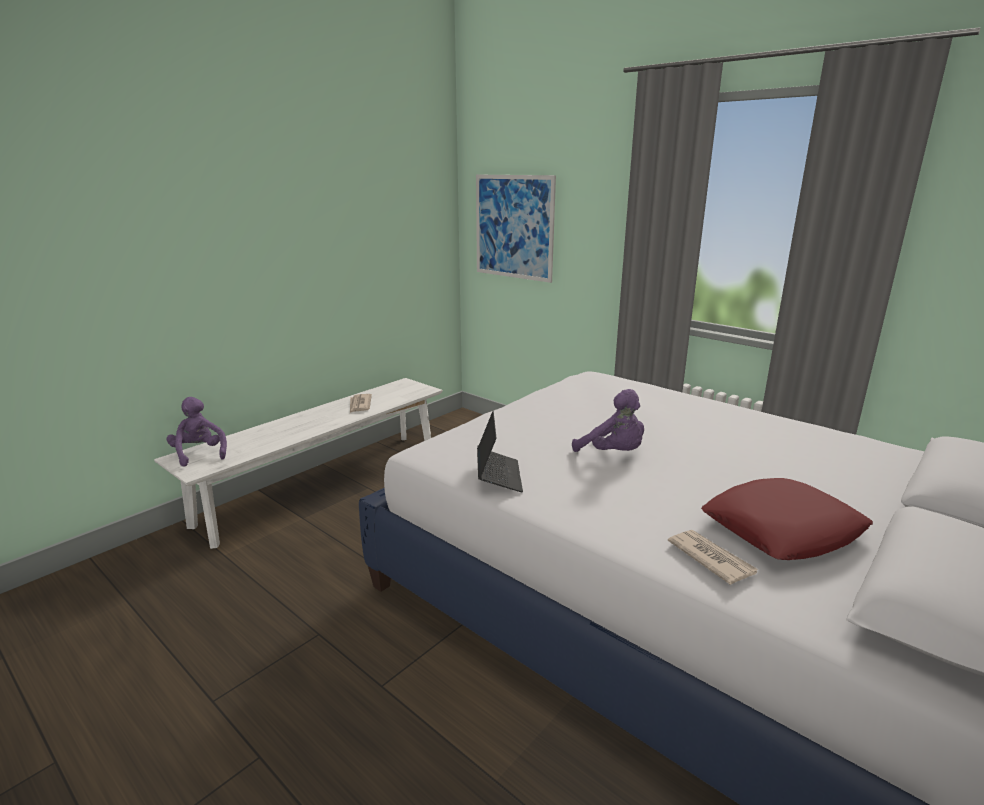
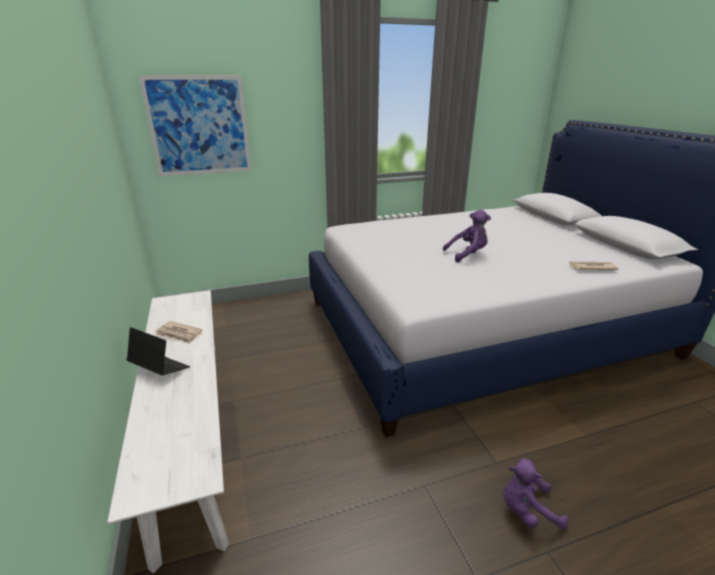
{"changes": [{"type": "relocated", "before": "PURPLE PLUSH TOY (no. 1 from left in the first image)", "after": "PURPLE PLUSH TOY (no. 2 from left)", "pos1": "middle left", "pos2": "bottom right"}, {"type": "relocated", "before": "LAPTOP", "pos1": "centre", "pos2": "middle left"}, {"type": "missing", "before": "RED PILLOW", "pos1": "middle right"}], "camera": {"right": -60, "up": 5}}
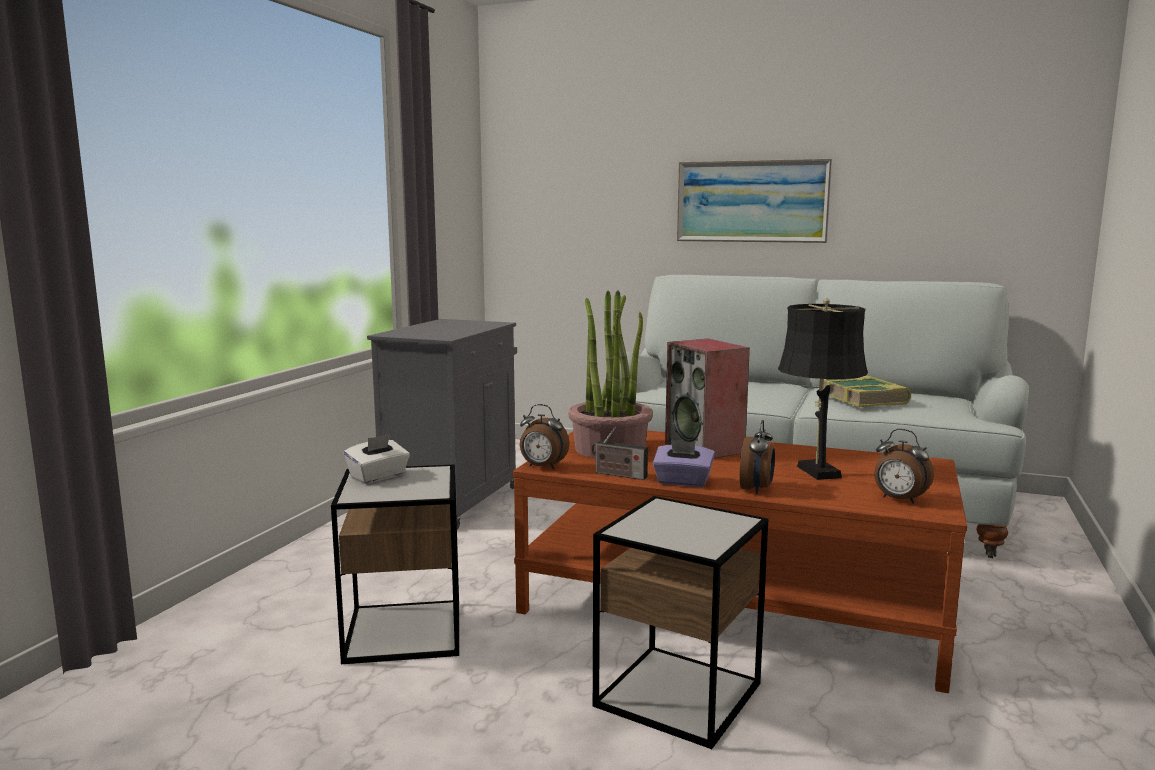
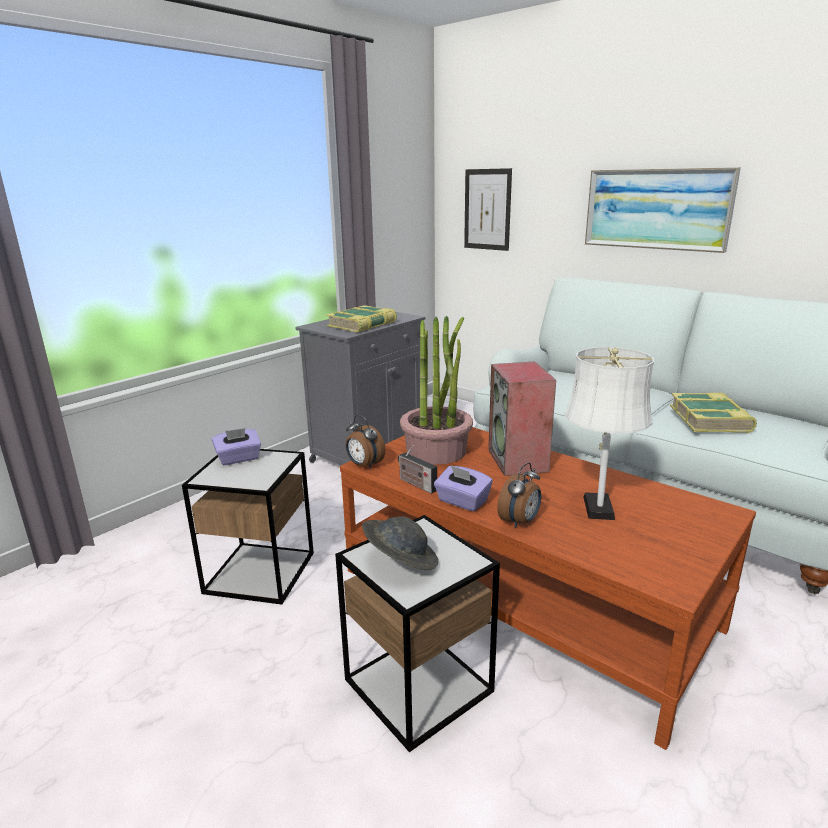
{"changes": [{"type": "colour", "before": "WHITE TISSUE BOX", "after": "PURPLE TISSUE BOX (no. 1 from left)", "pos1": "middle left", "pos2": "middle left"}, {"type": "colour", "before": "BLACK TABLE LAMP", "after": "WHITE TABLE LAMP", "pos1": "middle right", "pos2": "middle right"}, {"type": "missing", "before": "ALARM CLOCK (no. 3 from left)", "pos1": "middle right"}, {"type": "appeared", "after": "BOOK (no. 1 from left)", "pos2": "centre"}, {"type": "appeared", "after": "GREY HAT", "pos2": "centre"}, {"type": "appeared", "after": "PICTURE (no. 1 from left)", "pos2": "top centre"}], "camera": {"right": 20, "up": 10}}
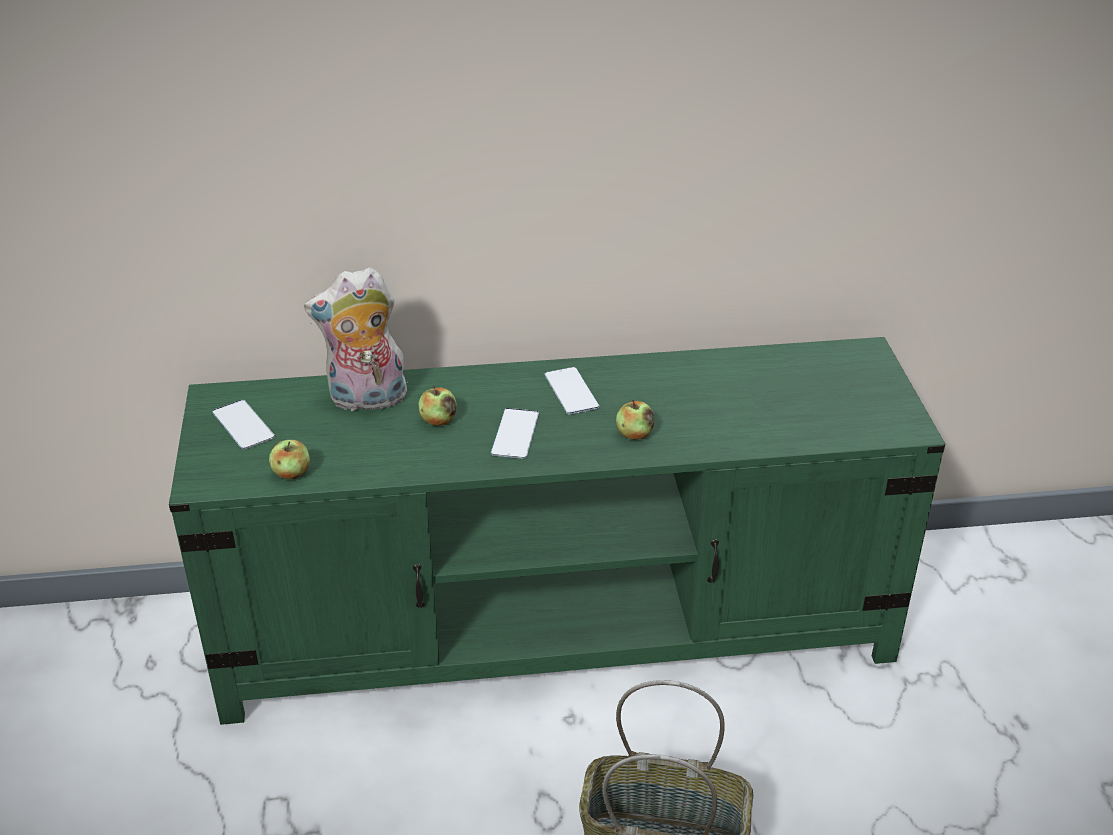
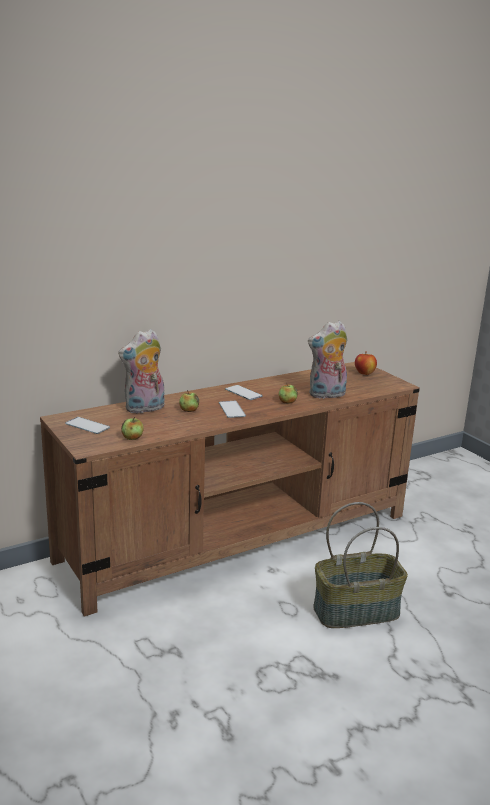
{"changes": [{"type": "colour", "before": "GREEN TV STAND", "after": "BROWN TV STAND", "pos1": "centre", "pos2": "centre"}, {"type": "appeared", "after": "PLUSH TOY (no. 2 from left)", "pos2": "middle right"}, {"type": "appeared", "after": "APPLE (no. 4 from left)", "pos2": "middle right"}], "camera": {"right": -25, "up": -15}}
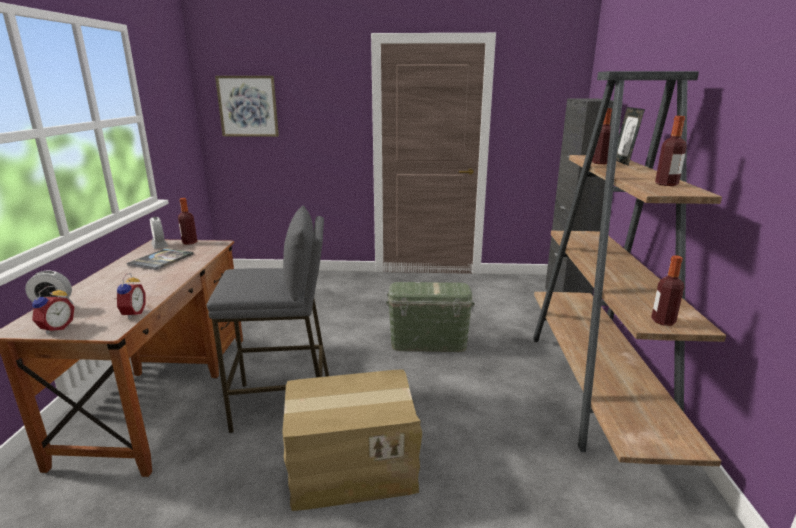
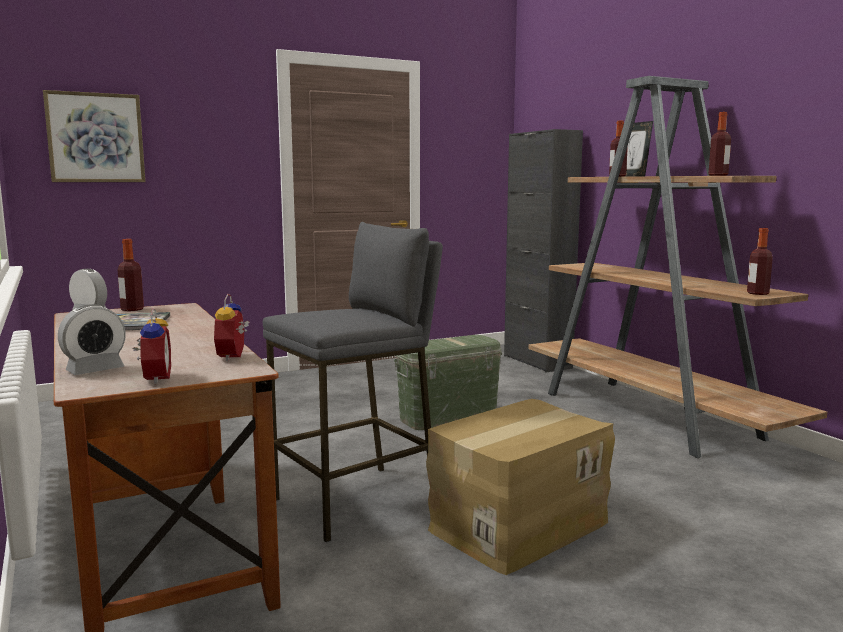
{"changes": [{"type": "spun", "before": "ALARM CLOCK (no. 3 from left in the first image)", "pos1": "middle left", "pos2": "middle left", "turn": -150}], "camera": {"right": -30, "up": -10}}
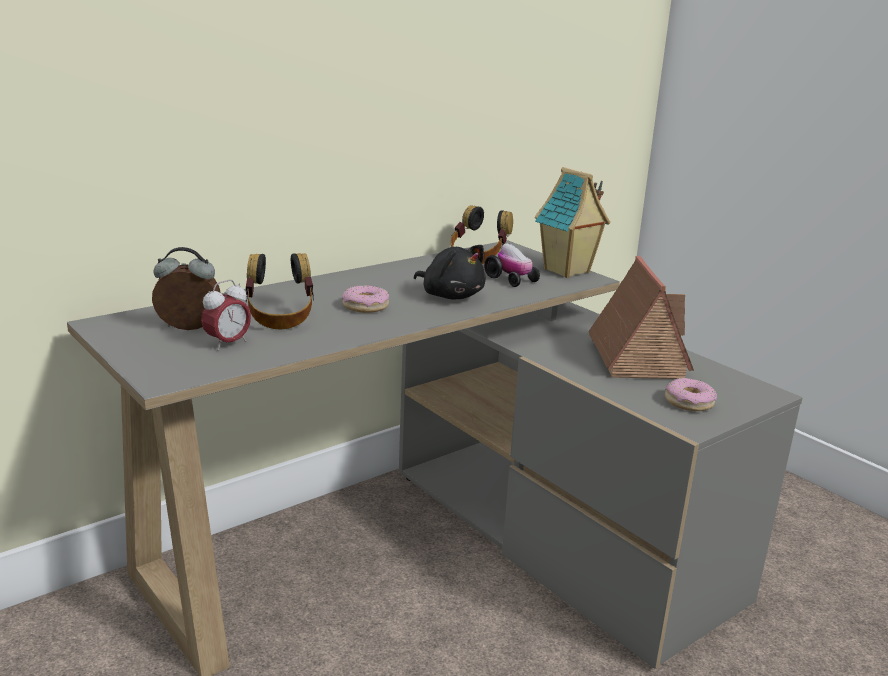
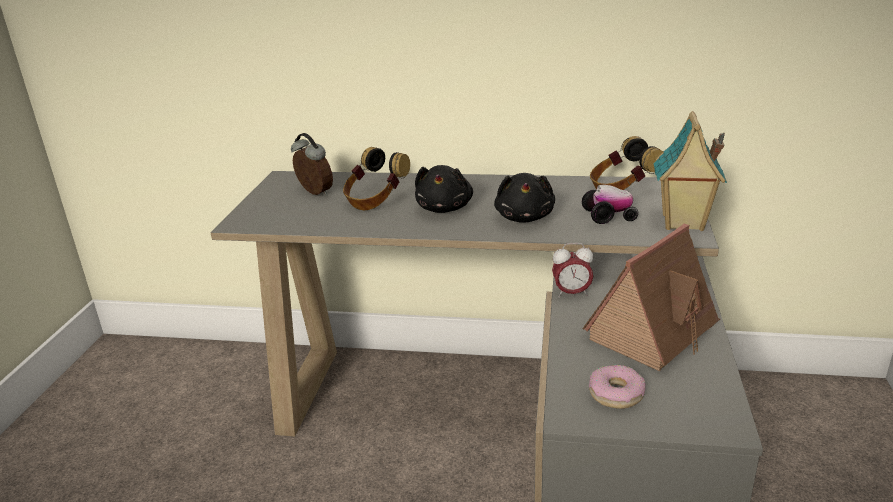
{"changes": [{"type": "relocated", "before": "ALARM CLOCK (no. 2 from left)", "pos1": "middle left", "pos2": "centre"}, {"type": "exchanged", "before": "DONUT (no. 1 from left)", "after": "BLACK PLUSH TOY (no. 1 from left)", "pos1": "centre", "pos2": "centre"}, {"type": "spun", "before": "TOY CAR", "pos1": "centre", "pos2": "middle right", "turn": -105}], "camera": {"right": 50, "up": 5}}
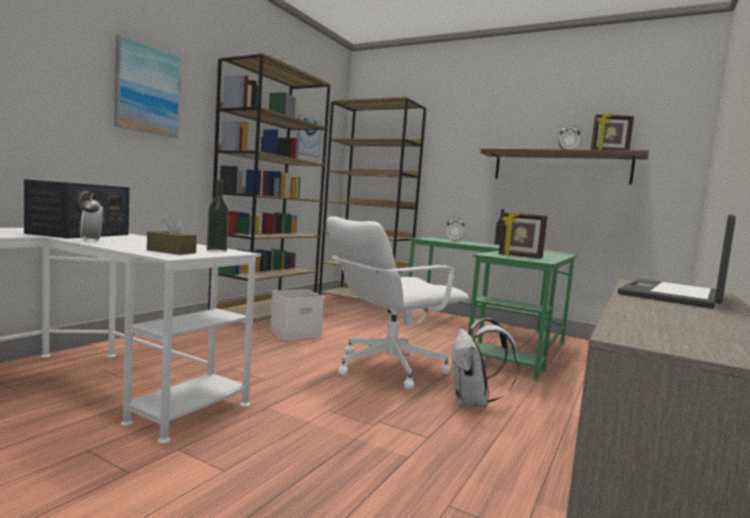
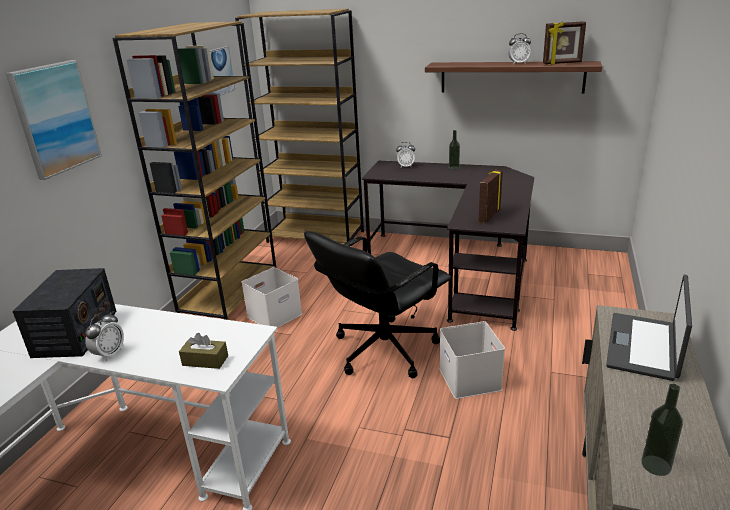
{"changes": [{"type": "spun", "before": "ALARM CLOCK (no. 1 from left)", "pos1": "middle left", "pos2": "middle left", "turn": -120}, {"type": "relocated", "before": "BOTTLE (no. 1 from left in the first image)", "after": "BOTTLE (no. 2 from left)", "pos1": "middle left", "pos2": "bottom right"}, {"type": "colour", "before": "WHITE OFFICE CHAIR", "after": "BLACK OFFICE CHAIR", "pos1": "centre", "pos2": "centre"}, {"type": "colour", "before": "GREEN DESK", "after": "BLACK DESK", "pos1": "centre", "pos2": "centre"}, {"type": "exchanged", "before": "WHITE BACKPACK", "after": "WHITE STORAGE BOX (no. 2 from left)", "pos1": "bottom centre", "pos2": "bottom centre"}, {"type": "spun", "before": "PICTURE FRAME (no. 1 from left)", "pos1": "middle right", "pos2": "middle right", "turn": 105}], "camera": {"right": -10, "up": 20}}
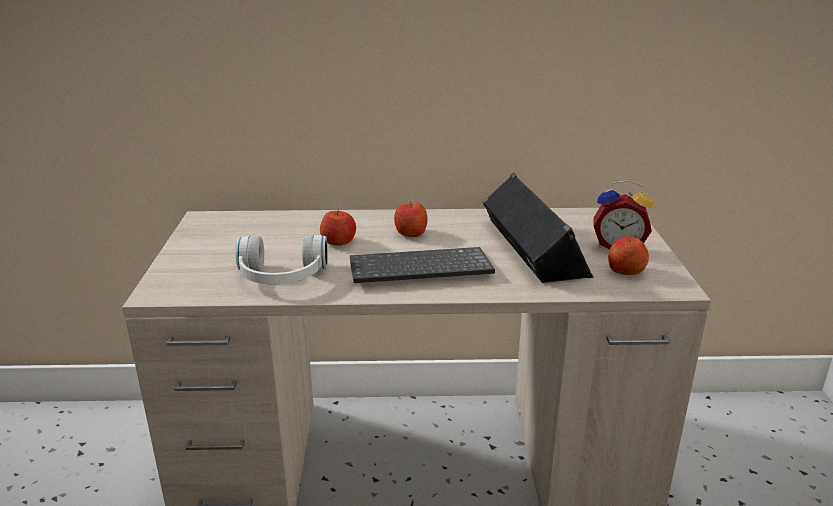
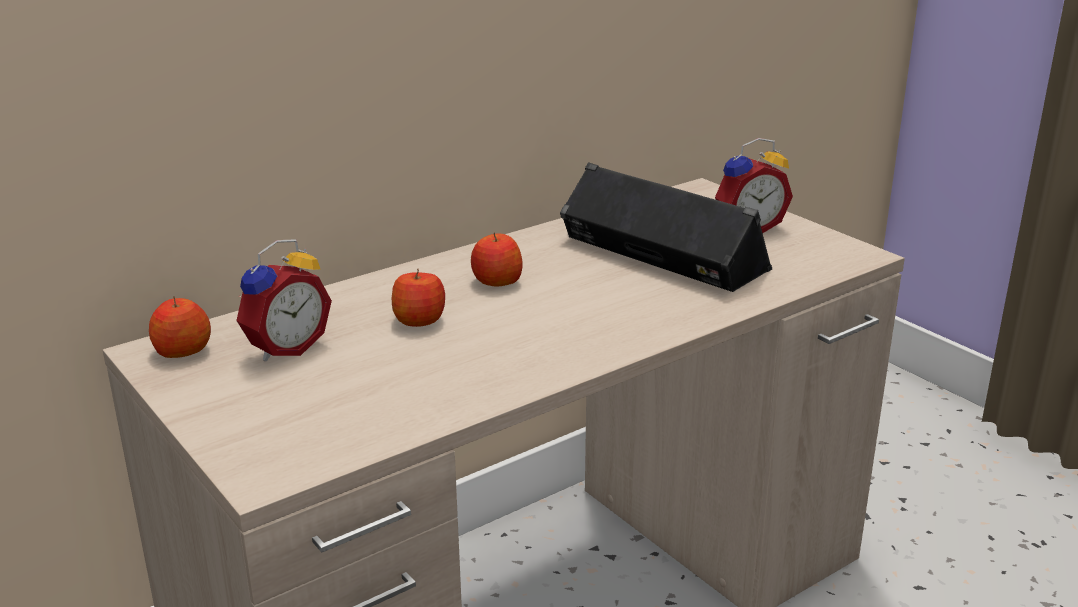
{"changes": [{"type": "missing", "before": "WHITE HEADPHONES", "pos1": "centre"}, {"type": "missing", "before": "KEYBOARD", "pos1": "centre"}, {"type": "relocated", "before": "APPLE (no. 3 from left in the first image)", "after": "APPLE (no. 1 from left)", "pos1": "middle right", "pos2": "middle left"}, {"type": "appeared", "after": "ALARM CLOCK (no. 1 from left)", "pos2": "middle left"}], "camera": {"right": -35, "up": 0}}
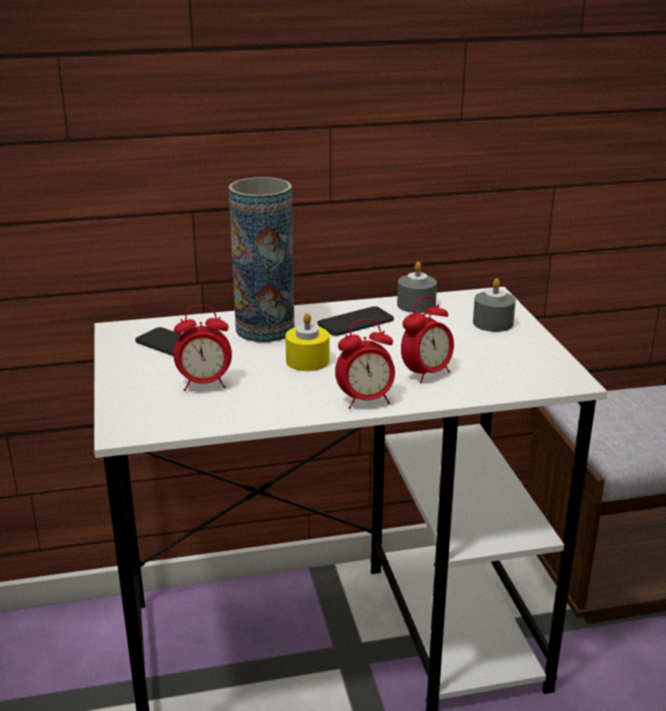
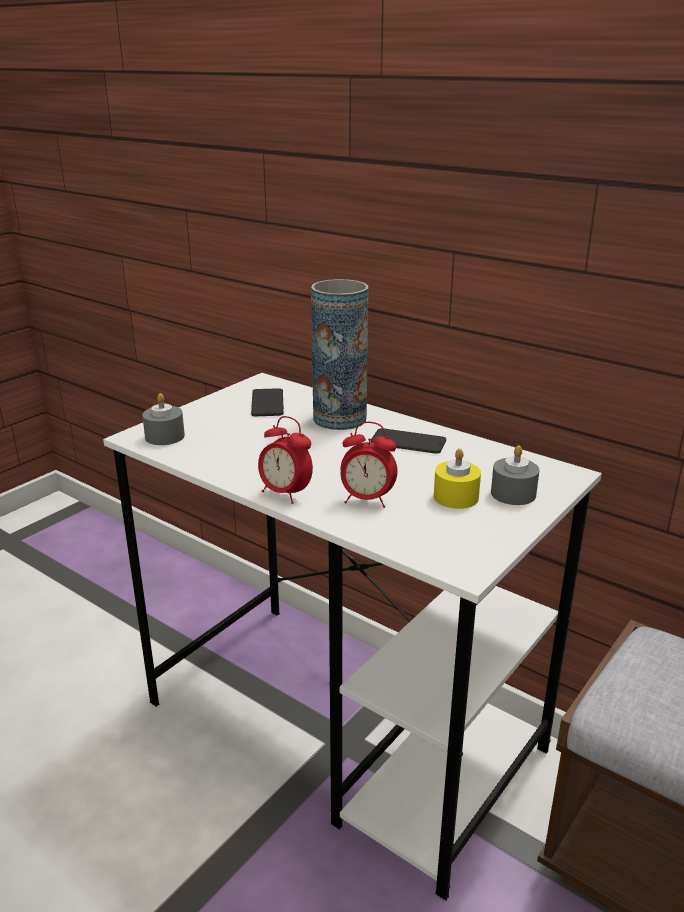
{"changes": [{"type": "missing", "before": "ALARM CLOCK (no. 1 from left)", "pos1": "middle left"}, {"type": "relocated", "before": "YELLOW CANDLE", "pos1": "centre", "pos2": "middle right"}, {"type": "relocated", "before": "GREY CANDLE (no. 1 from left)", "pos1": "centre", "pos2": "middle left"}], "camera": {"right": 50, "up": 0}}
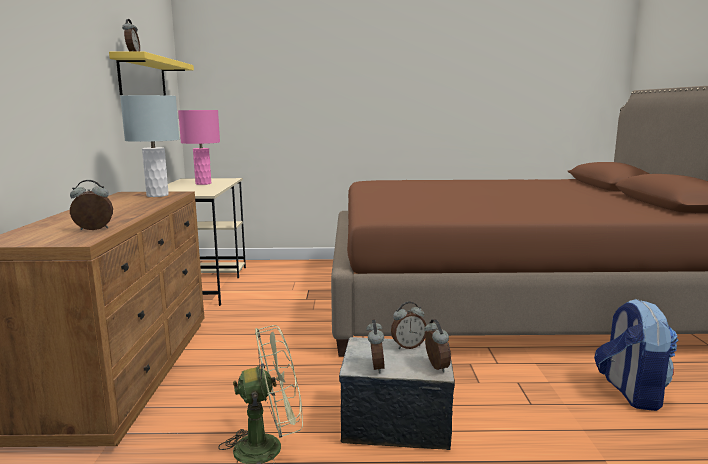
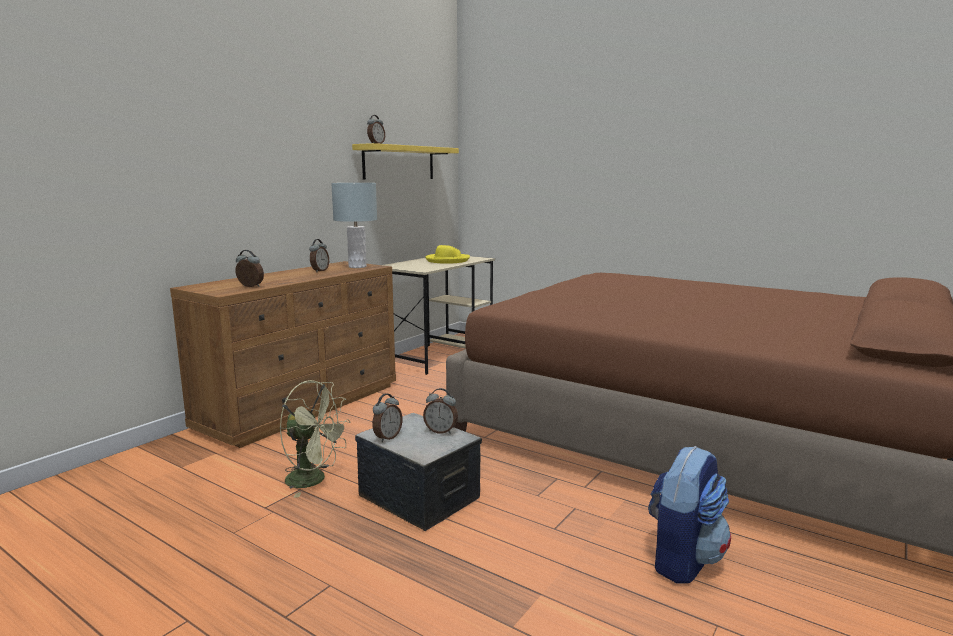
{"changes": [{"type": "exchanged", "before": "PINK TABLE LAMP", "after": "YELLOW HAT", "pos1": "top left", "pos2": "centre"}, {"type": "relocated", "before": "ALARM CLOCK (no. 5 from left in the first image)", "after": "ALARM CLOCK (no. 2 from left)", "pos1": "bottom centre", "pos2": "centre"}], "camera": {"right": 35, "up": 0}}
